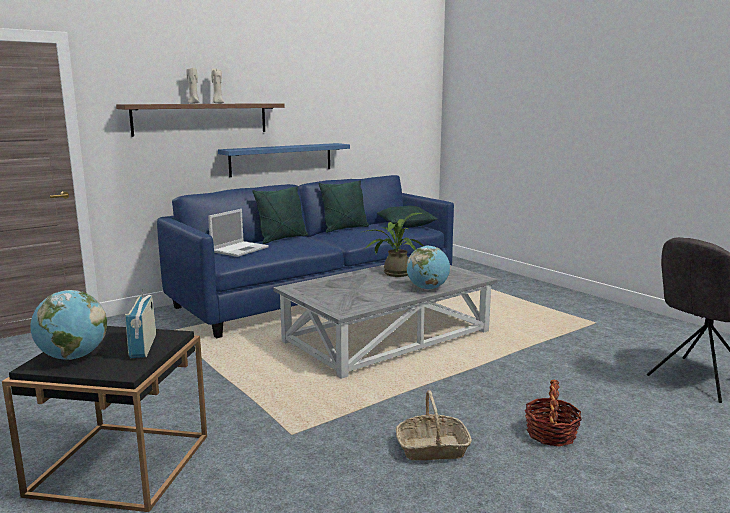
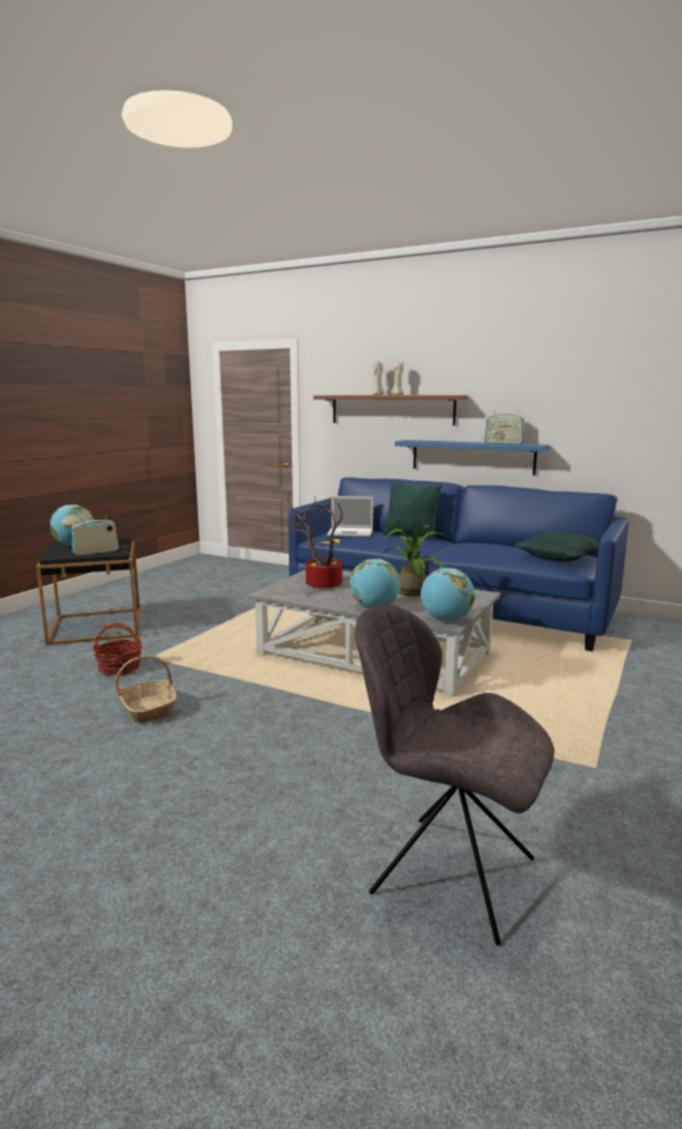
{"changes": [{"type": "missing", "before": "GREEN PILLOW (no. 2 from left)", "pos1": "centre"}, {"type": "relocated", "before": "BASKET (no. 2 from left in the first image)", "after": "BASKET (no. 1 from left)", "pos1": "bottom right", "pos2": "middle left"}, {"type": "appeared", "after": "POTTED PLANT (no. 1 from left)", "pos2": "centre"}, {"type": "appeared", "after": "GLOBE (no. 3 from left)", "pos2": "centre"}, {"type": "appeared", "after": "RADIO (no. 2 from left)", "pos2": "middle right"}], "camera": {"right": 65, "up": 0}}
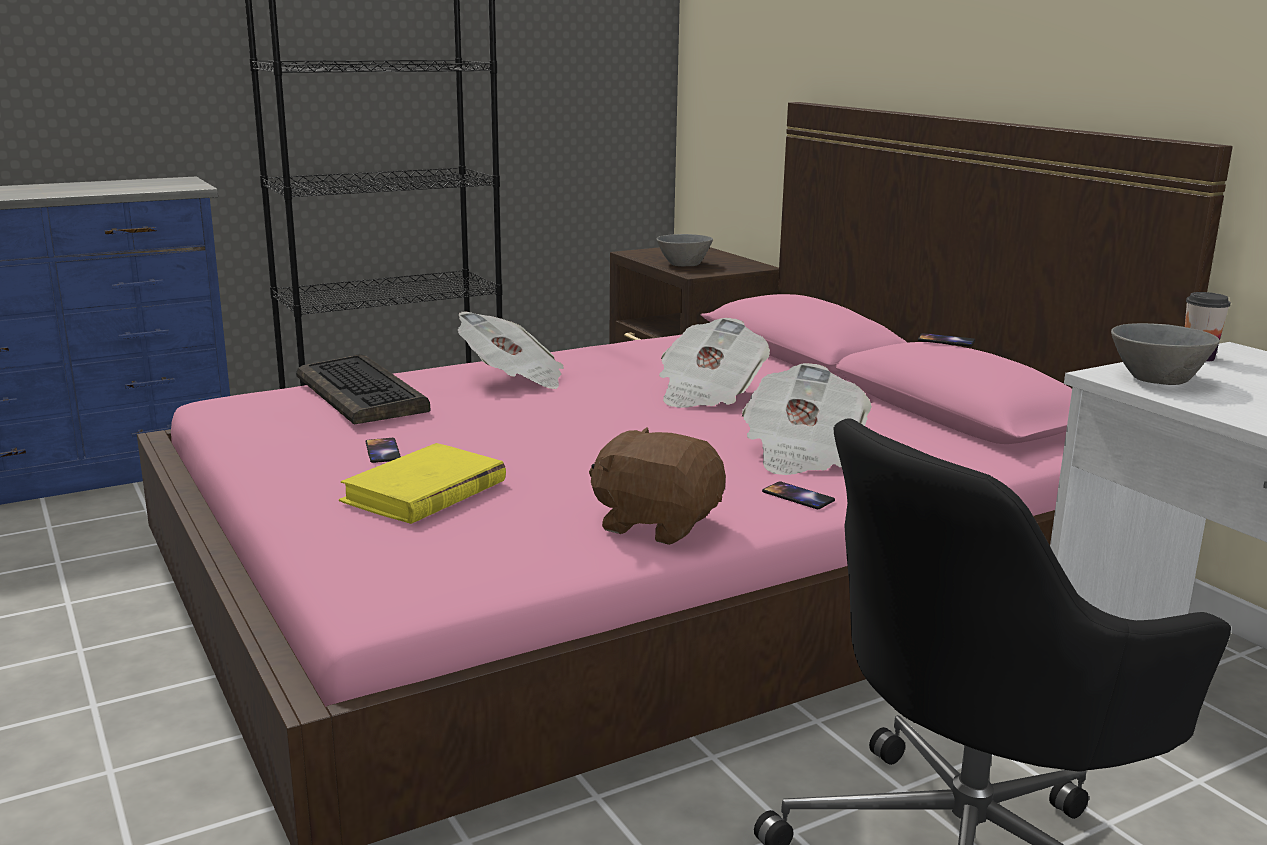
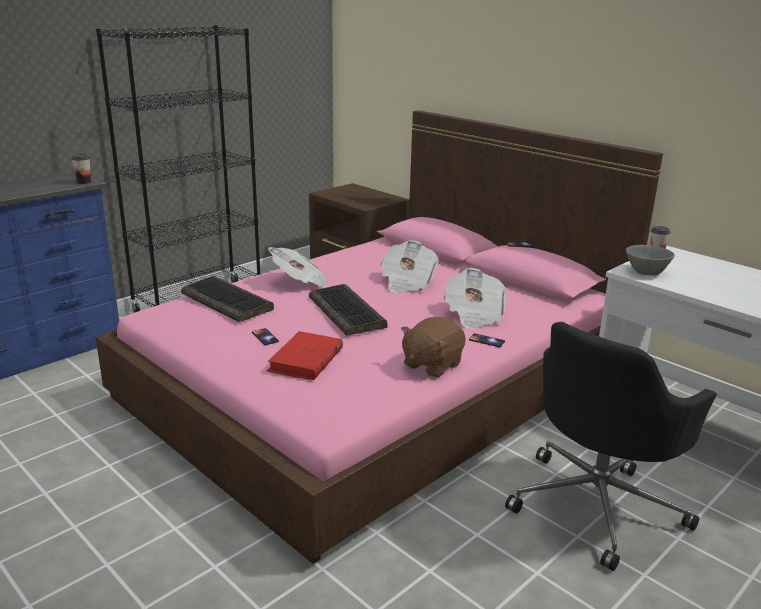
{"changes": [{"type": "colour", "before": "YELLOW BOOK", "after": "RED BOOK", "pos1": "middle left", "pos2": "centre"}, {"type": "spun", "before": "BROWN PLUSH TOY", "pos1": "centre", "pos2": "centre", "turn": -60}, {"type": "missing", "before": "GREY BOWL (no. 1 from left)", "pos1": "top centre"}, {"type": "appeared", "after": "CUP (no. 1 from left)", "pos2": "top left"}, {"type": "appeared", "after": "KEYBOARD (no. 2 from left)", "pos2": "centre"}], "camera": {"right": -15, "up": 5}}
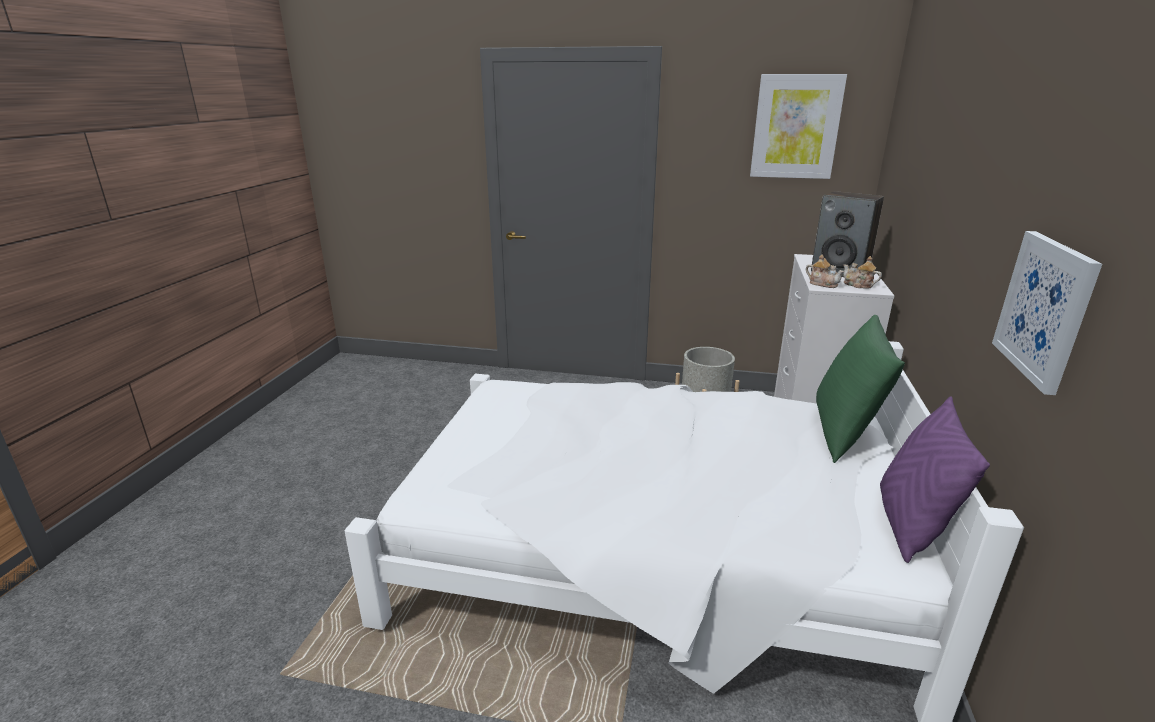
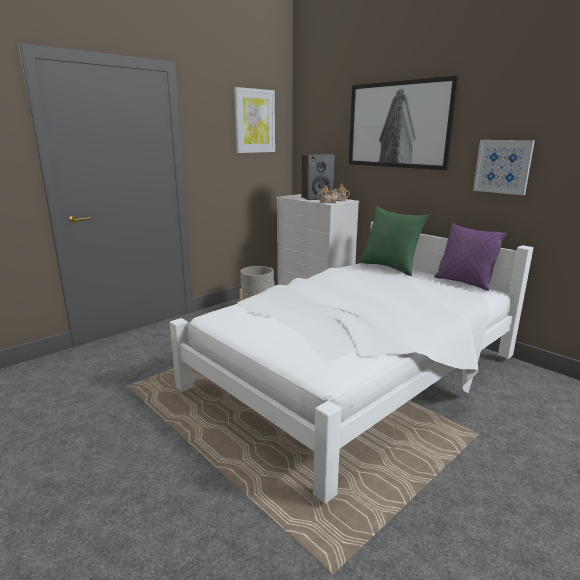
{"changes": [{"type": "appeared", "after": "PICTURE (no. 2 from left)", "pos2": "top right"}], "camera": {"right": -55, "up": -5}}
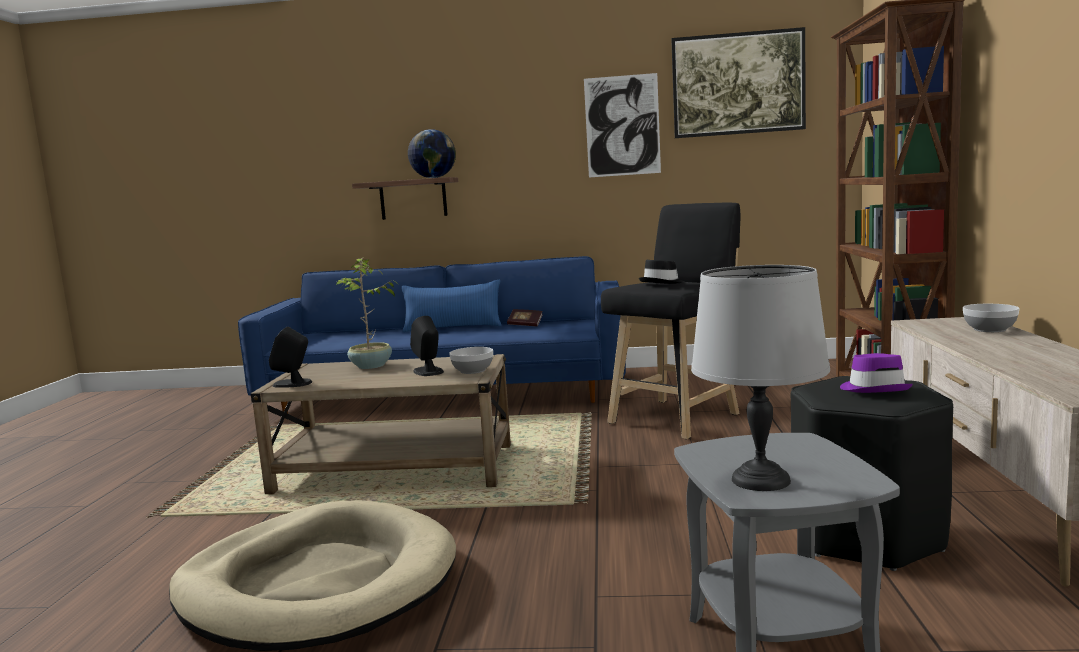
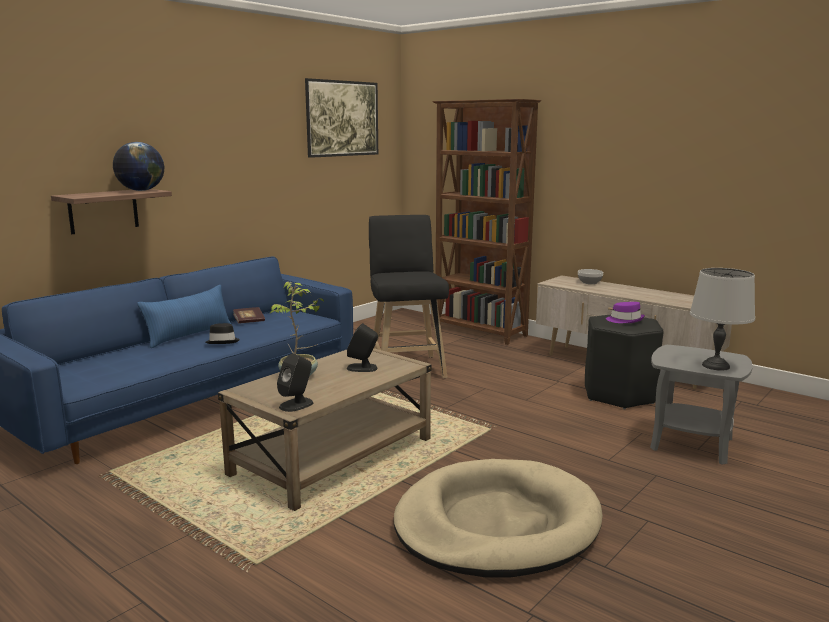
{"changes": [{"type": "missing", "before": "BOWL (no. 1 from left)", "pos1": "centre"}, {"type": "missing", "before": "PICTURE (no. 1 from left)", "pos1": "top centre"}, {"type": "relocated", "before": "BLACK HAT", "pos1": "centre", "pos2": "middle left"}], "camera": {"right": -55, "up": 5}}
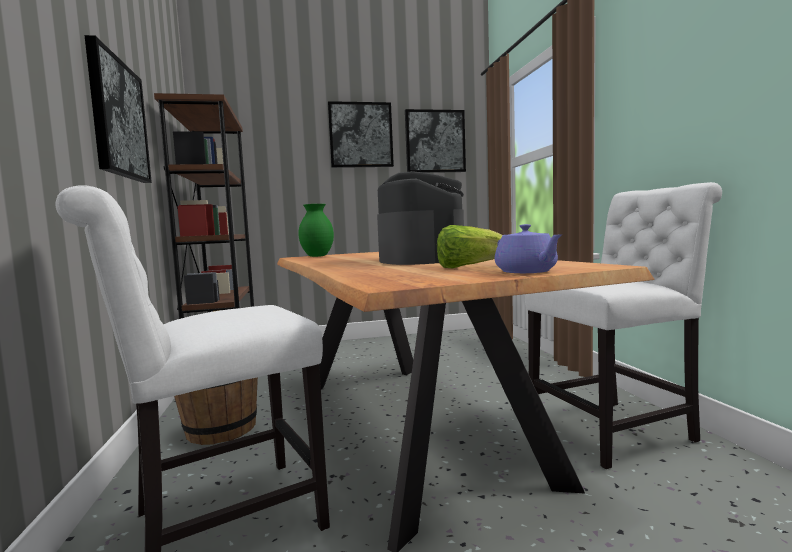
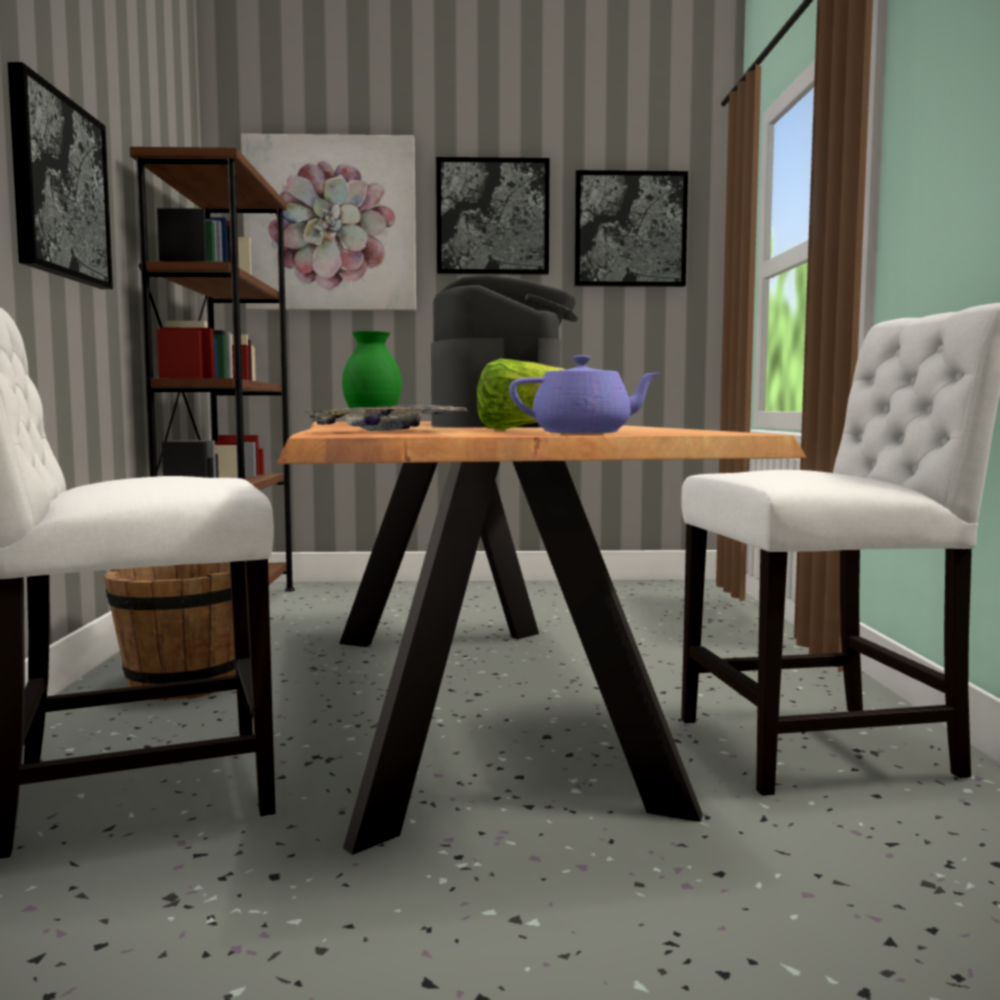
{"changes": [{"type": "spun", "before": "PURPLE TEAPOT", "pos1": "middle right", "pos2": "centre", "turn": -90}, {"type": "appeared", "after": "PICTURE (no. 2 from left)", "pos2": "top left"}, {"type": "appeared", "after": "TRAY", "pos2": "centre"}], "camera": {"right": 10, "up": 0}}
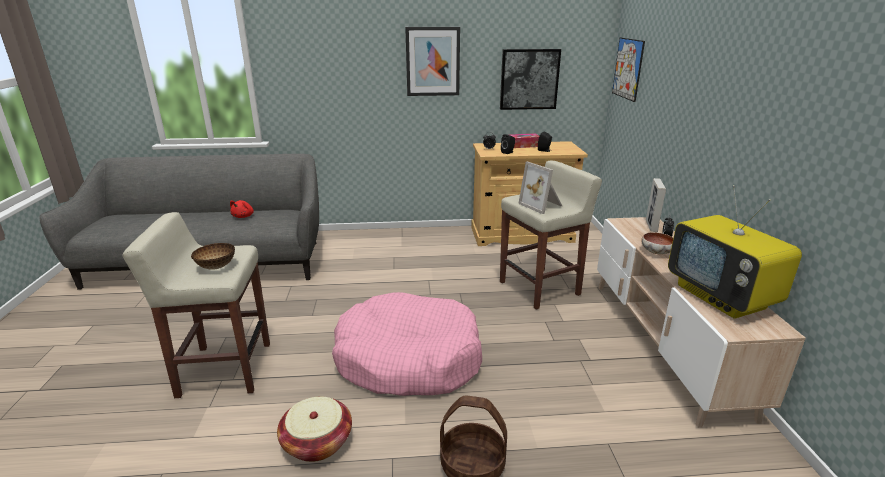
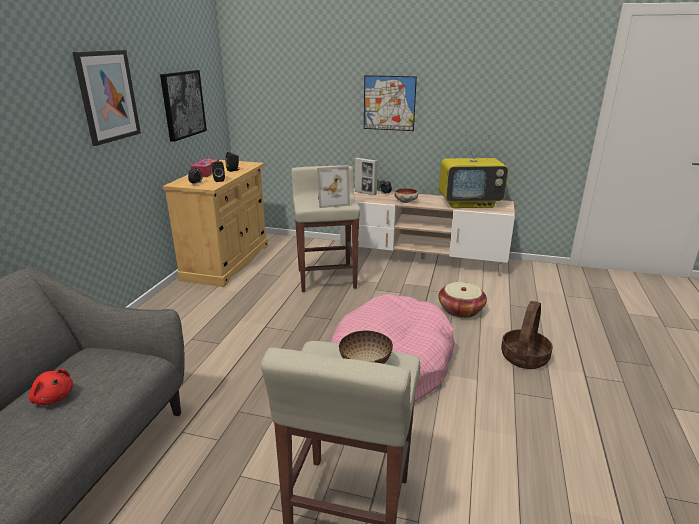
{"changes": [{"type": "relocated", "before": "BASKET (no. 1 from left)", "pos1": "bottom centre", "pos2": "centre"}, {"type": "relocated", "before": "PICTURE (no. 3 from left)", "pos1": "top right", "pos2": "top centre"}], "camera": {"right": -70, "up": 0}}
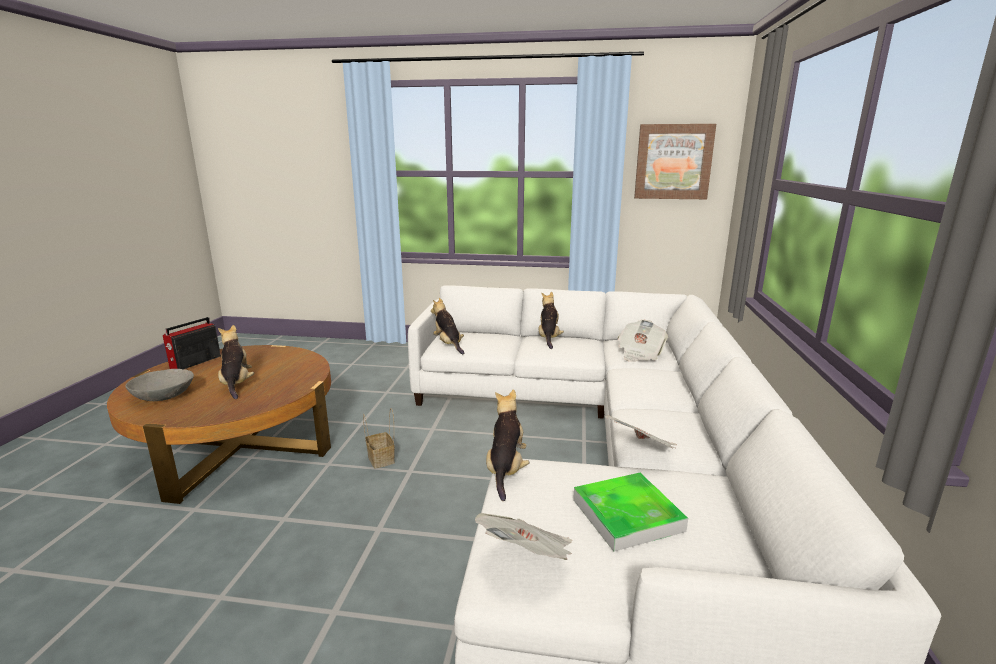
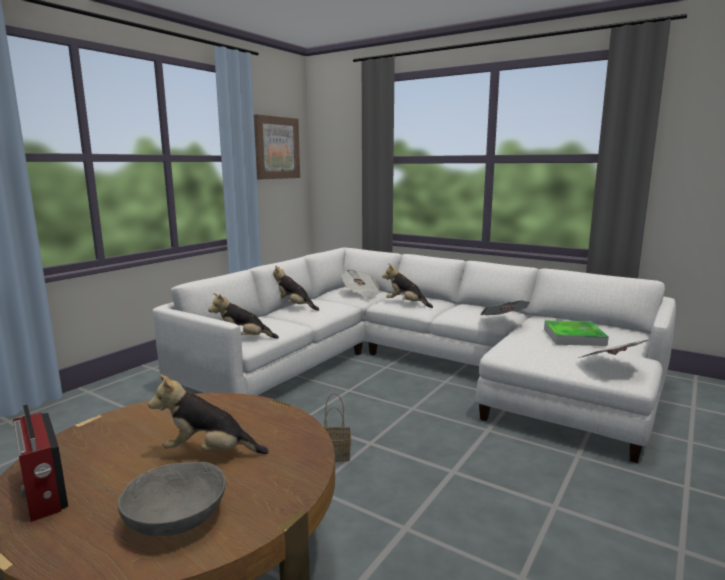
{"changes": [{"type": "relocated", "before": "PLUSH TOY (no. 3 from left in the first image)", "after": "PLUSH TOY (no. 4 from left)", "pos1": "bottom centre", "pos2": "centre"}], "camera": {"right": -65, "up": -5}}
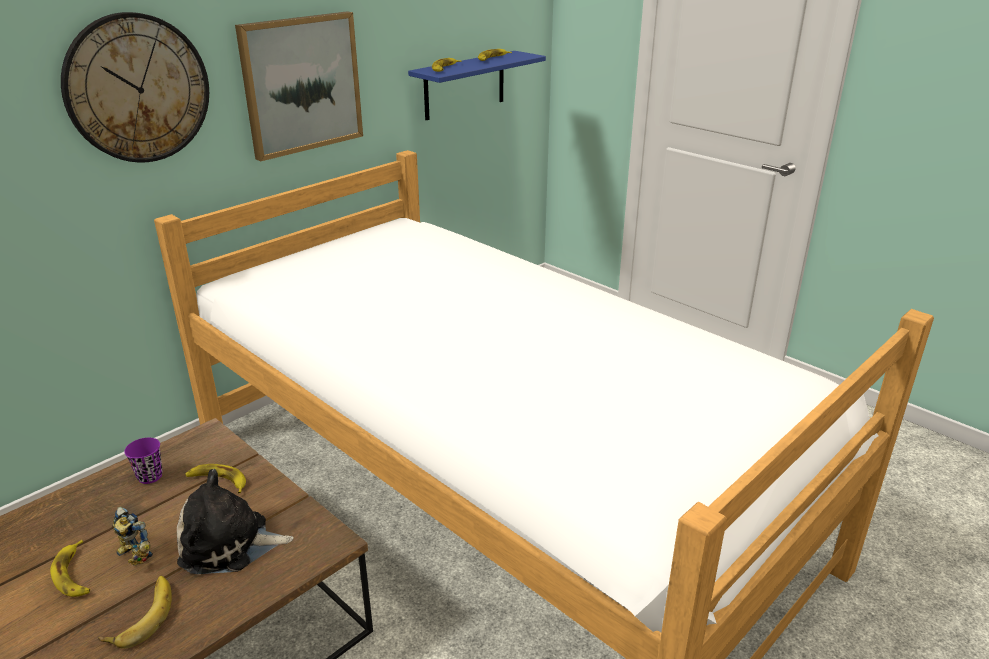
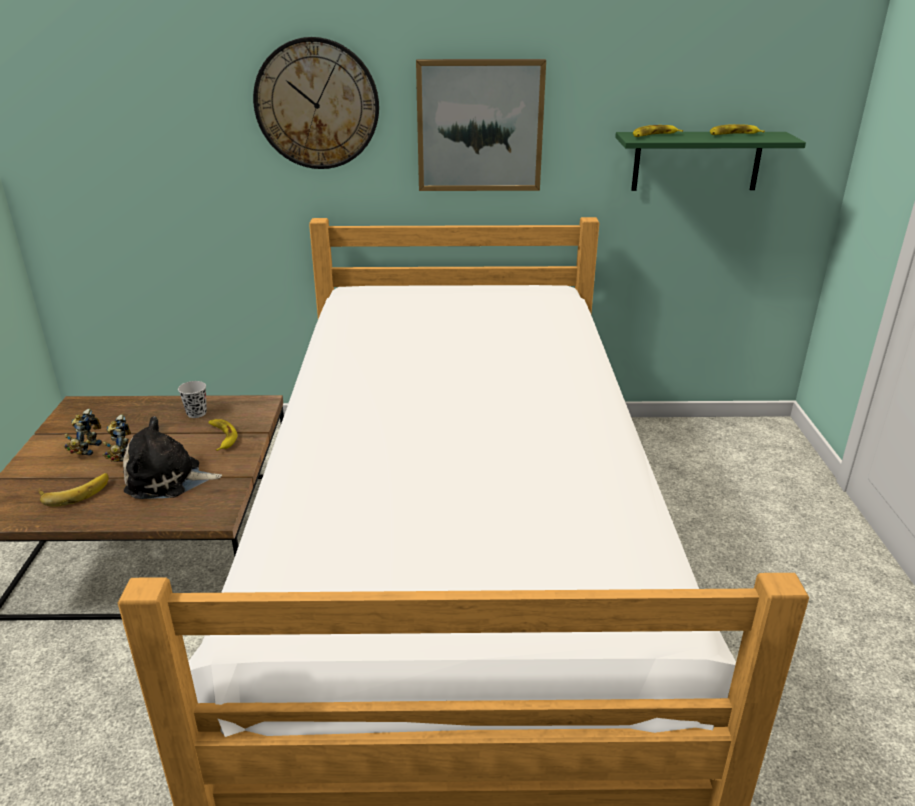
{"changes": [{"type": "exchanged", "before": "BANANA (no. 1 from left)", "after": "TOY ROBOT (no. 1 from left)", "pos1": "bottom left", "pos2": "middle left"}, {"type": "colour", "before": "PURPLE CUP", "after": "BLACK CUP", "pos1": "bottom left", "pos2": "middle left"}, {"type": "spun", "before": "PLUSH TOY", "pos1": "bottom left", "pos2": "middle left", "turn": -45}, {"type": "colour", "before": "BLUE SHELF", "after": "GREEN SHELF", "pos1": "top centre", "pos2": "top right"}], "camera": {"right": 45, "up": 0}}
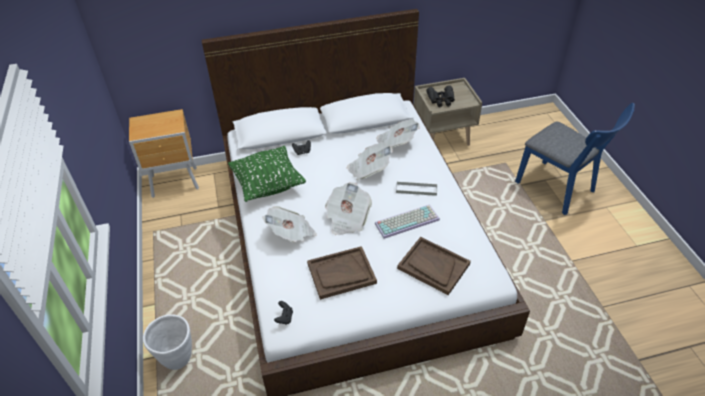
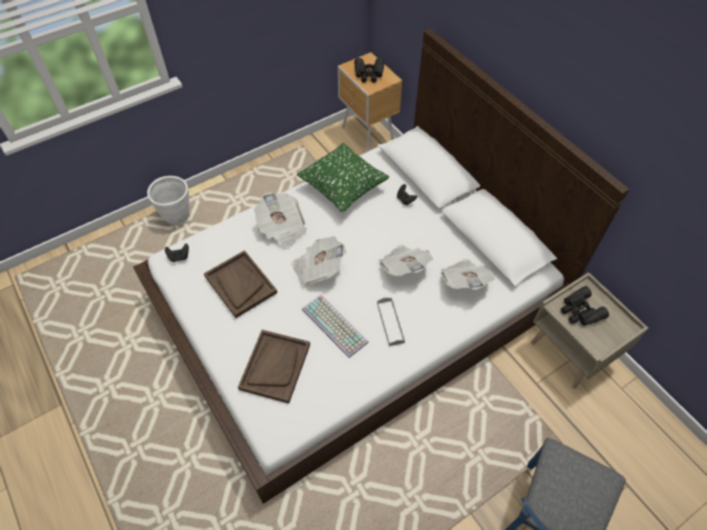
{"changes": [{"type": "appeared", "after": "BLACK BINOCULARS (no. 1 from left)", "pos2": "top centre"}], "camera": {"right": 70, "up": 10}}
